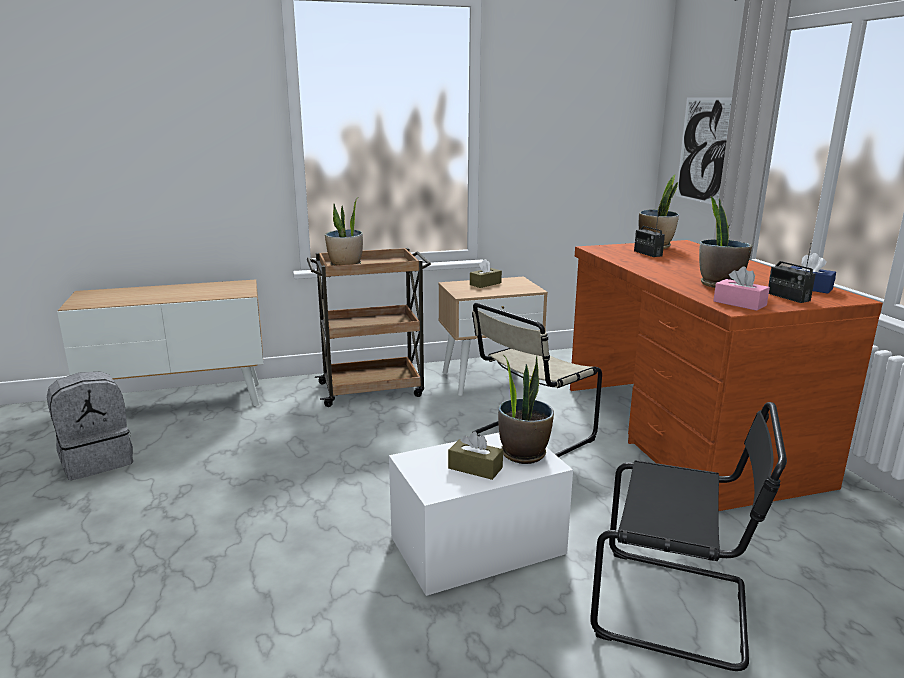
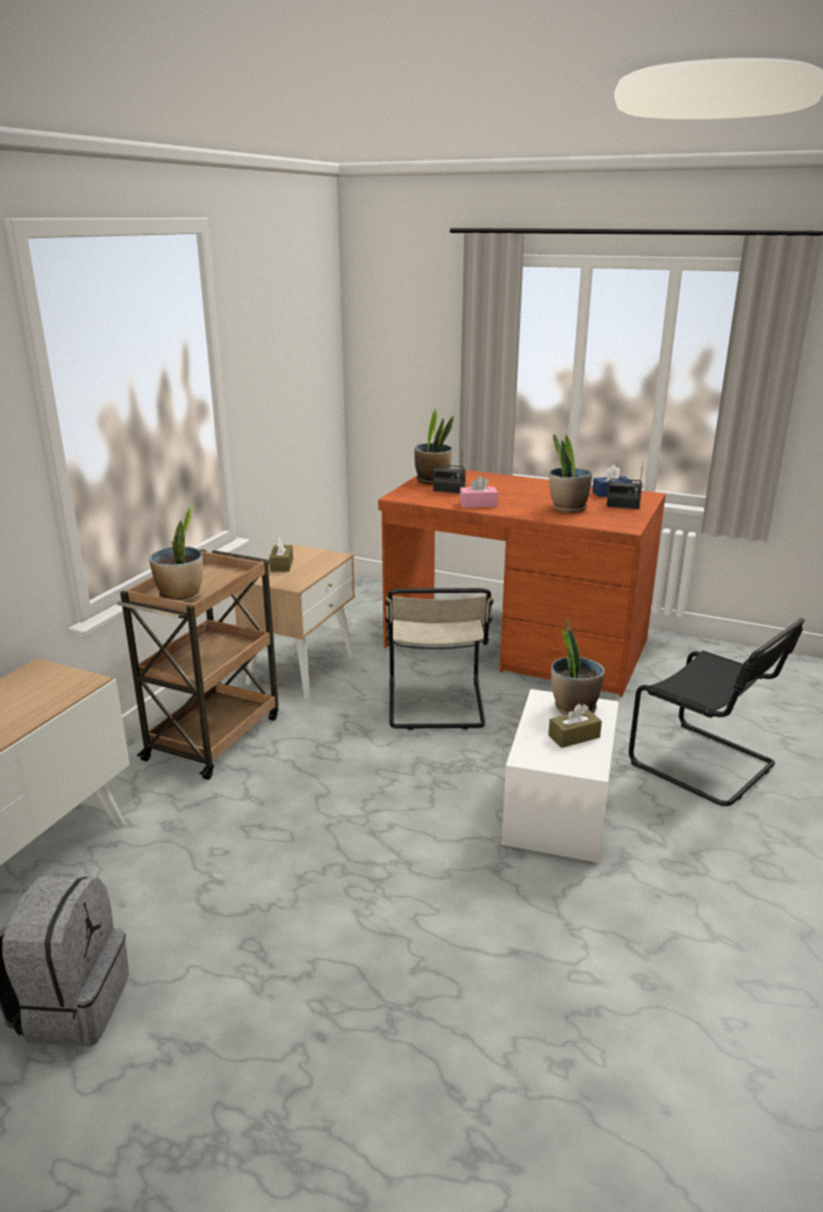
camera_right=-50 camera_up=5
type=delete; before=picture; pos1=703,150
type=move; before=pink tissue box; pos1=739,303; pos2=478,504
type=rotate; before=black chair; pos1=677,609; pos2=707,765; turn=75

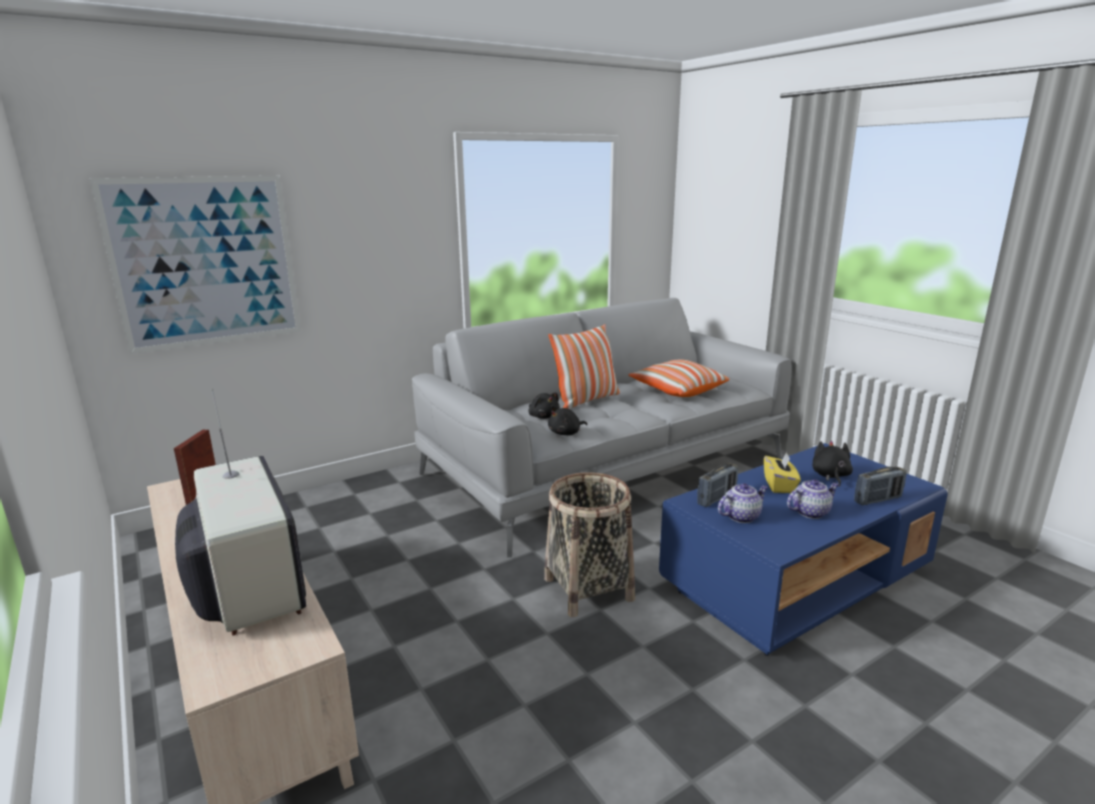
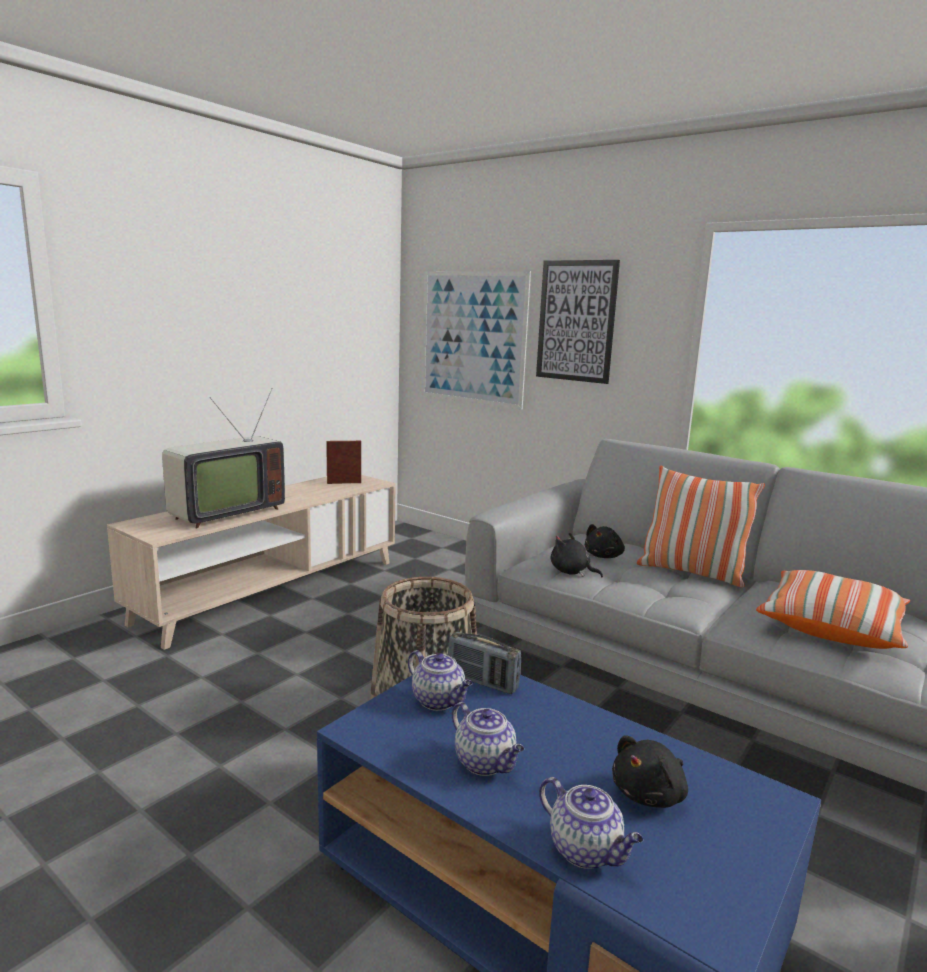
camera_right=70 camera_up=-5
type=delete; before=yellow tissue box; pos1=779,485
type=insert; after=picture; pos2=576,321
type=replace; before=radio; after=teapot; pos1=877,500; pos2=586,851
type=rotate; before=black plush toy; pos1=830,476; pos2=650,794; turn=150

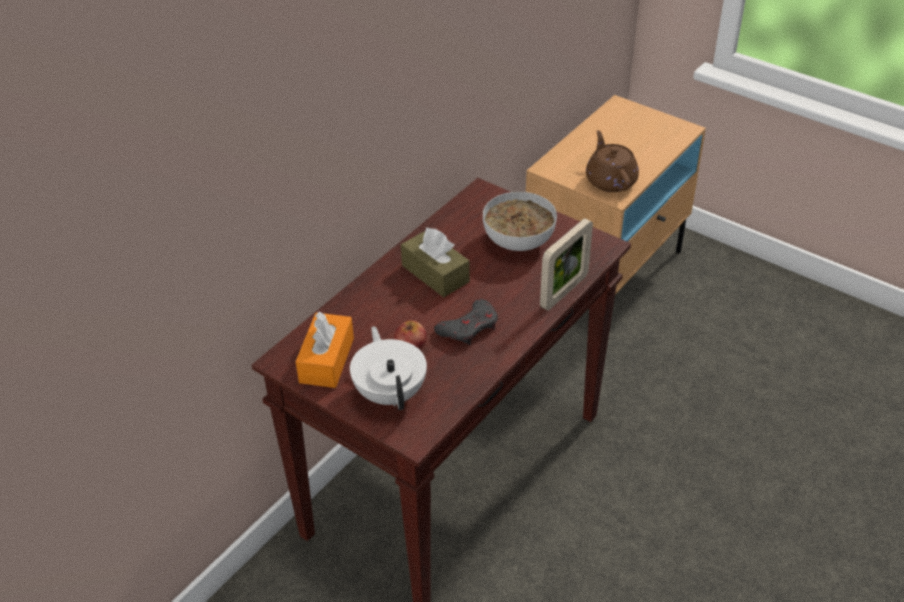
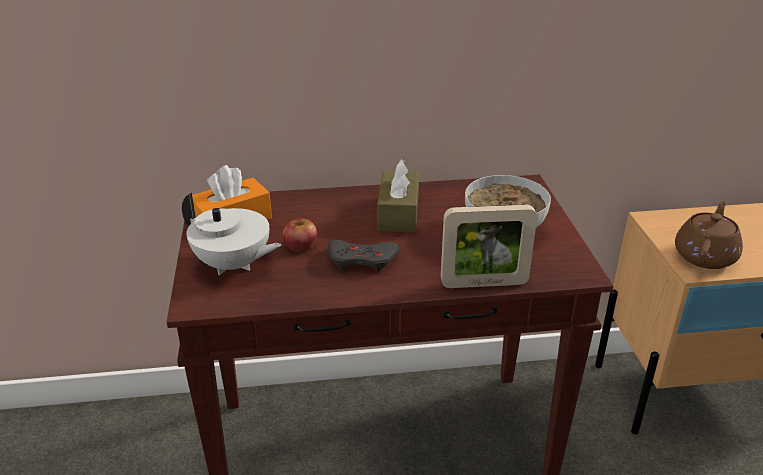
camera_right=45 camera_up=-10
type=rotate; before=white teapot; pos1=390,392; pos2=233,265; turn=90

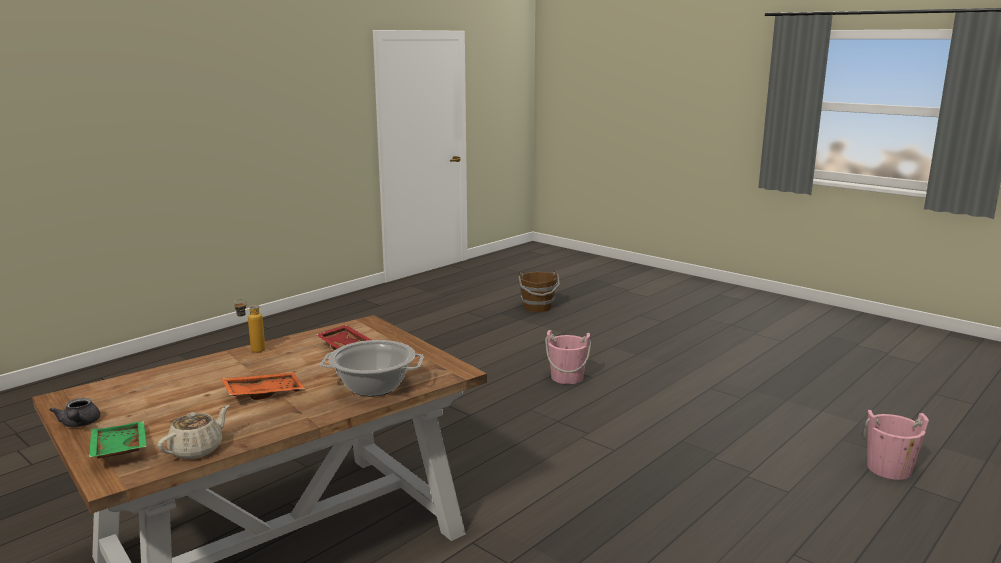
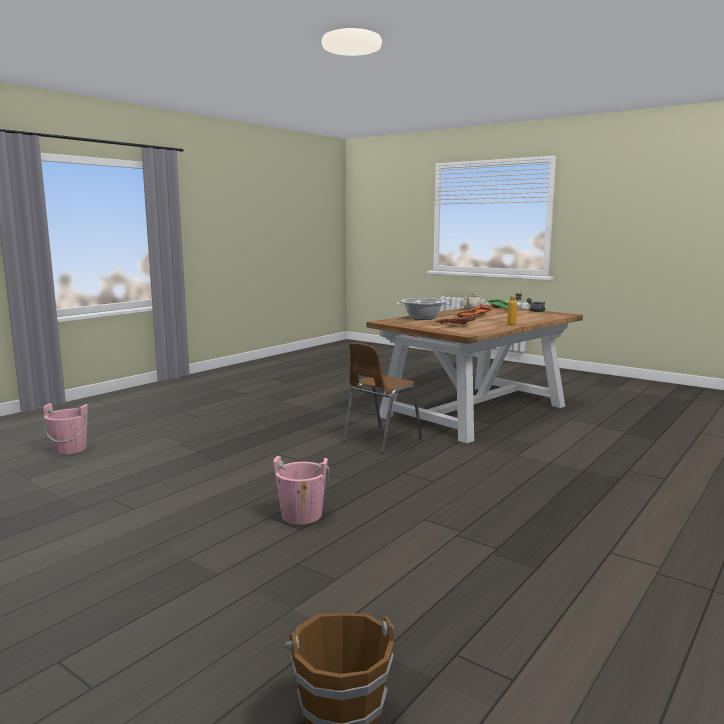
camera_right=175 camera_up=-5
type=insert; after=brown chair; pos2=380,440

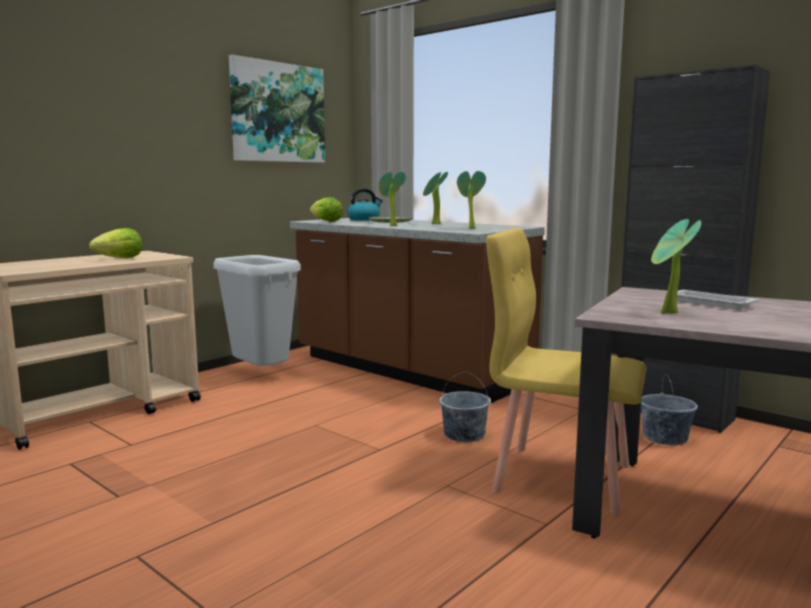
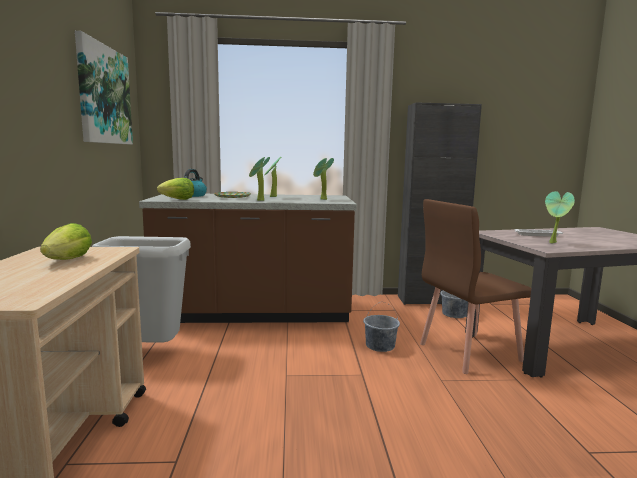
camera_right=-45 camera_up=0
type=recolor; before=yellow chair; after=brown chair; pos1=561,477; pos2=468,352

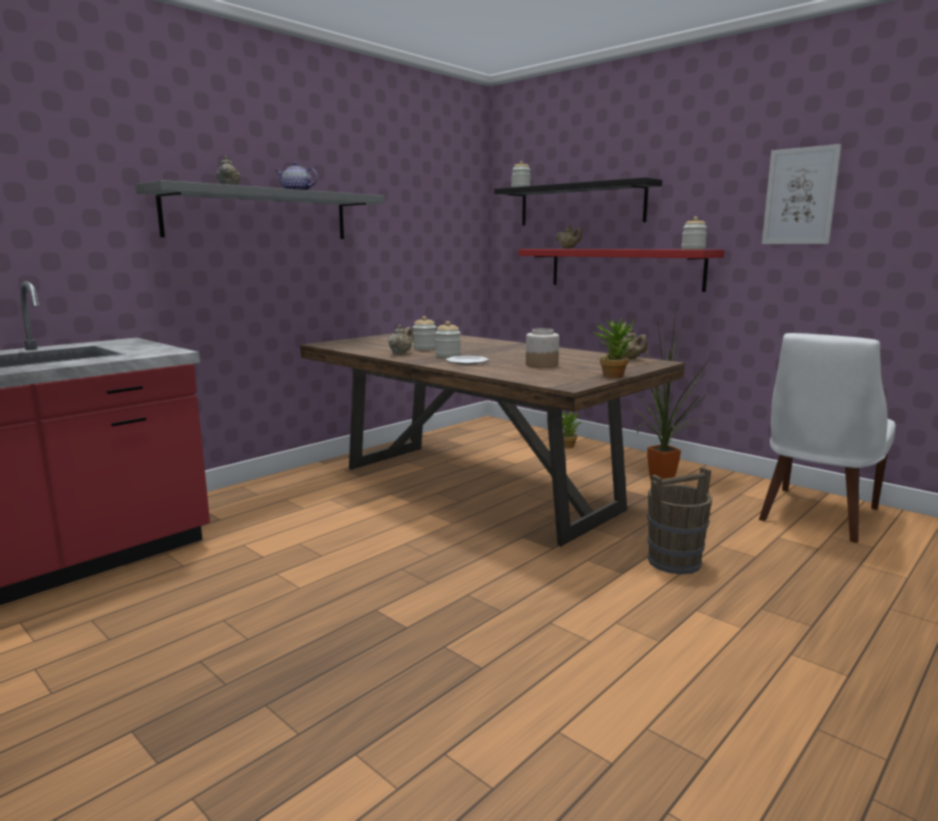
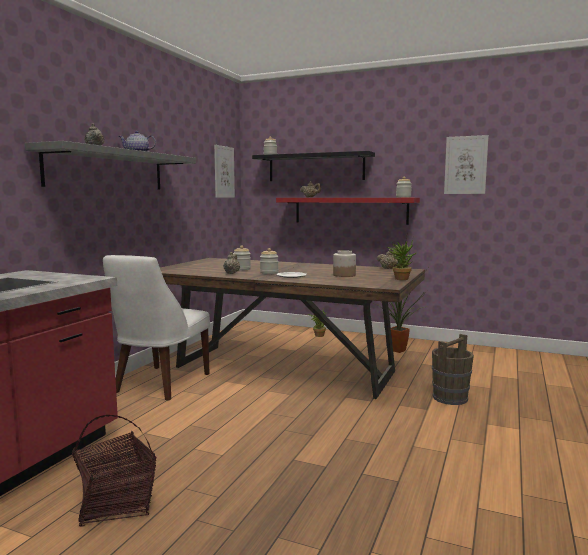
camera_right=-20 camera_up=-5
type=insert; after=basket; pos2=116,503
type=insert; after=picture; pos2=224,172
type=move; before=white chair; pos1=815,516; pos2=159,384

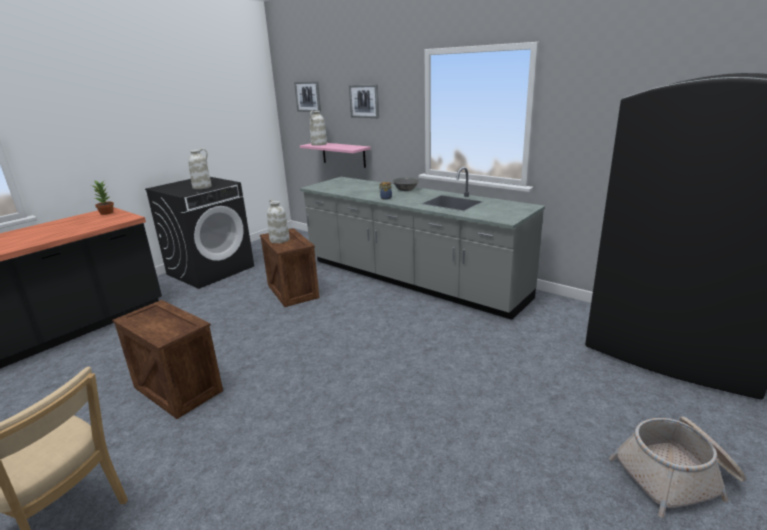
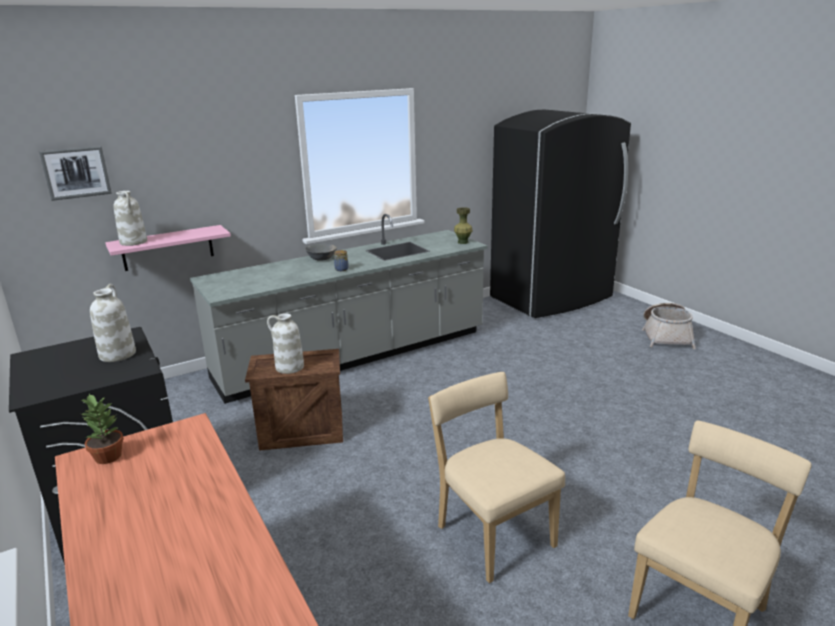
camera_right=-70 camera_up=0
type=delete; before=picture; pos1=364,101
type=insert; after=green vase; pos2=463,242
type=replace; before=crate; after=beige chair; pos1=179,389; pos2=492,533

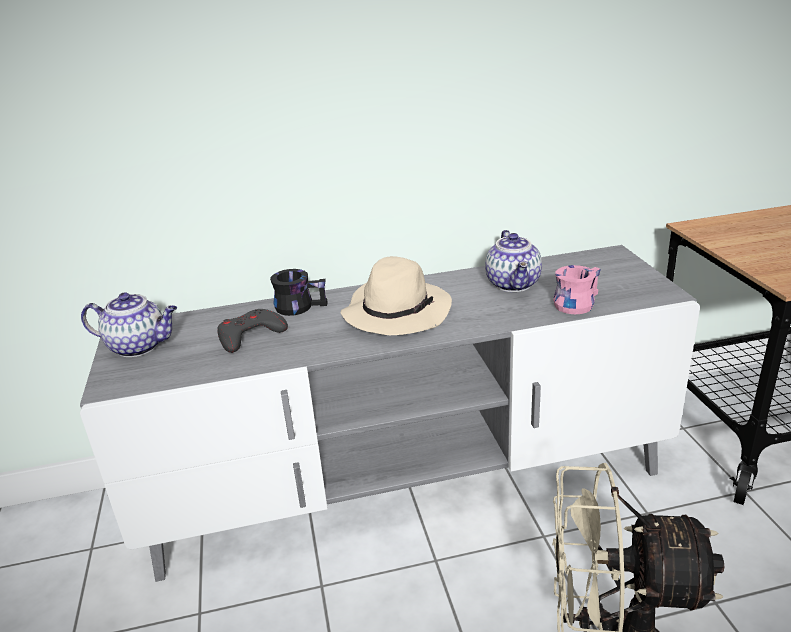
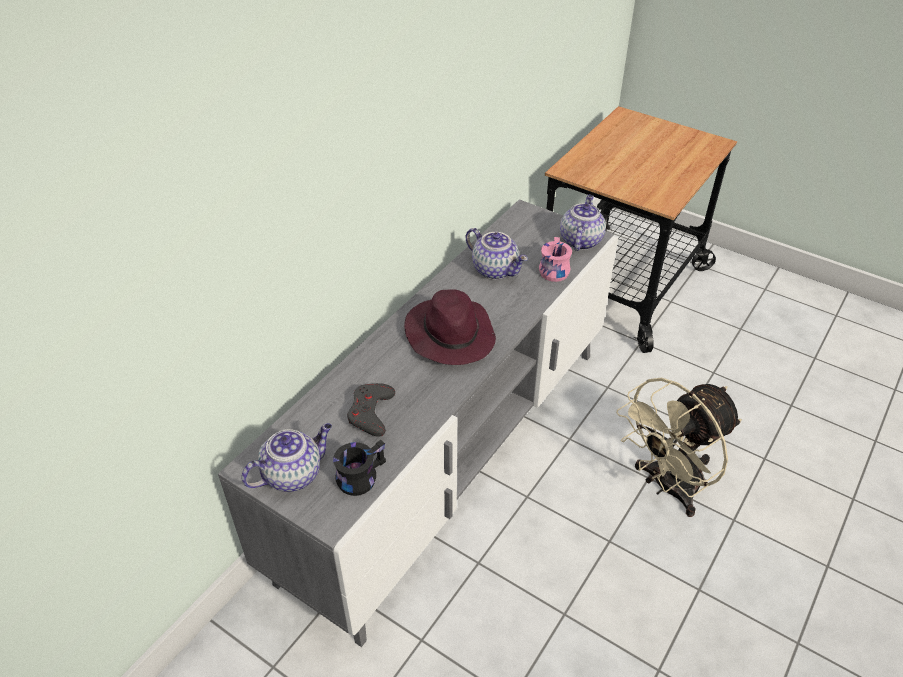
camera_right=-45 camera_up=15
type=insert; after=teapot; pos2=580,240
type=move; before=black mug; pos1=300,305; pos2=359,474
type=recolor; before=beige hat; after=purple hat; pos1=396,312; pos2=449,335

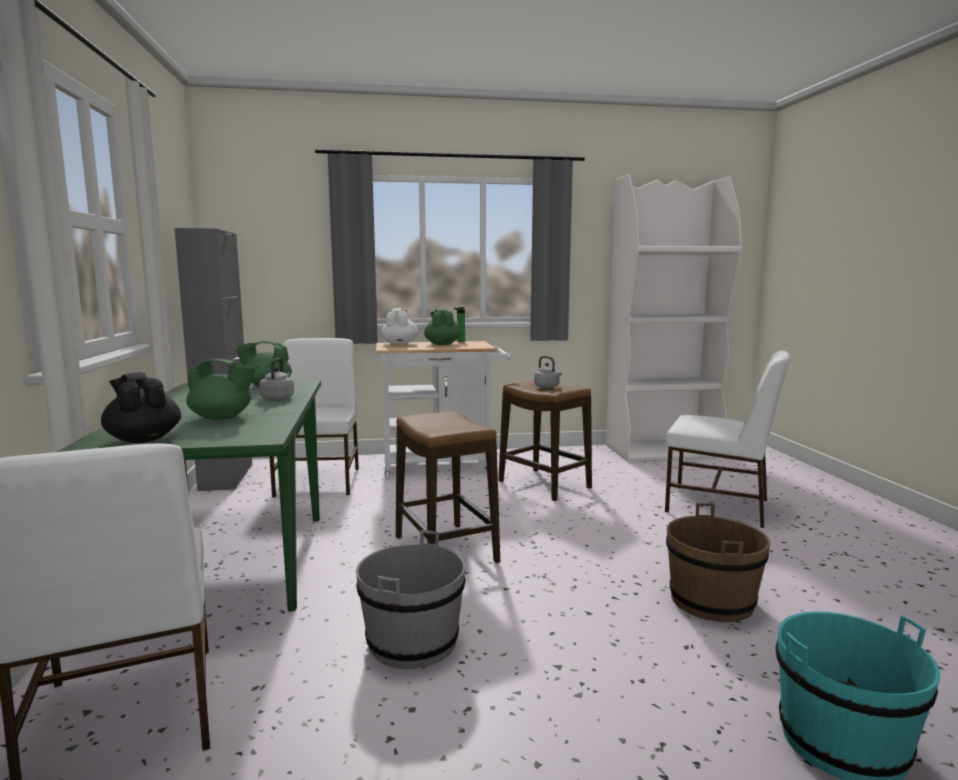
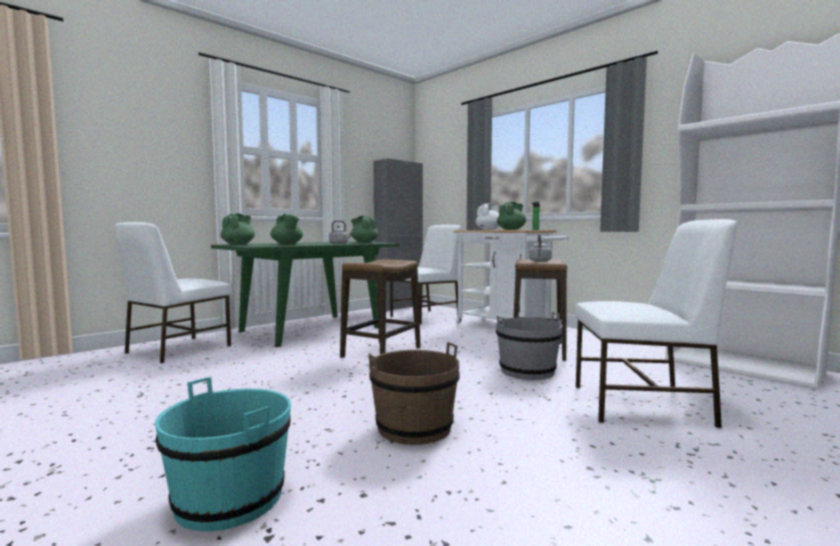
camera_right=55 camera_up=-5
type=move; before=grey bucket; pos1=412,642; pos2=527,371
type=recolor; before=black teapot; after=green teapot; pos1=143,439; pos2=238,244
type=rotate; before=white chair; pos1=719,506; pos2=643,405; turn=-75

